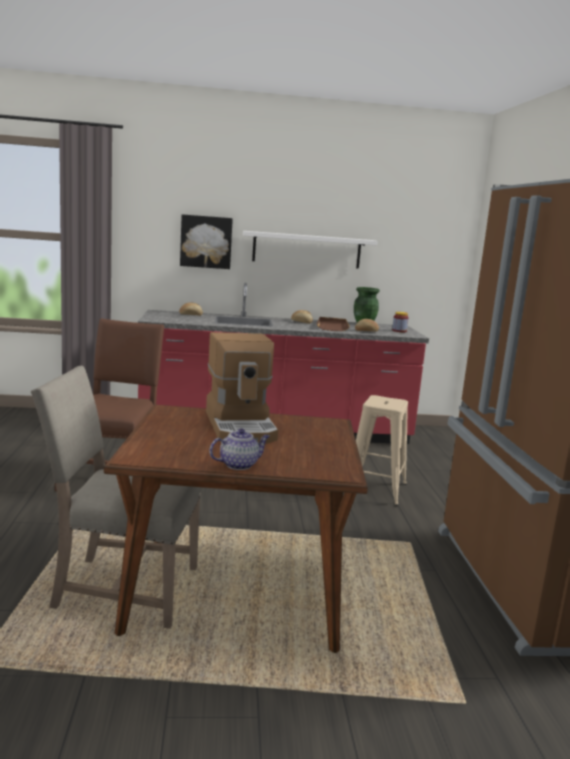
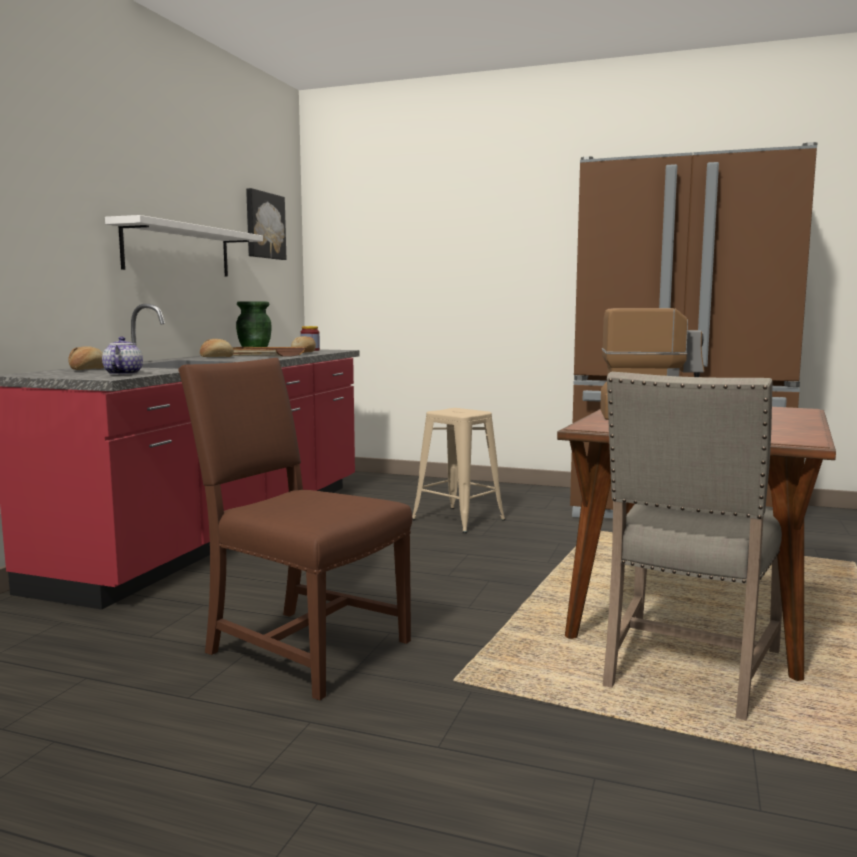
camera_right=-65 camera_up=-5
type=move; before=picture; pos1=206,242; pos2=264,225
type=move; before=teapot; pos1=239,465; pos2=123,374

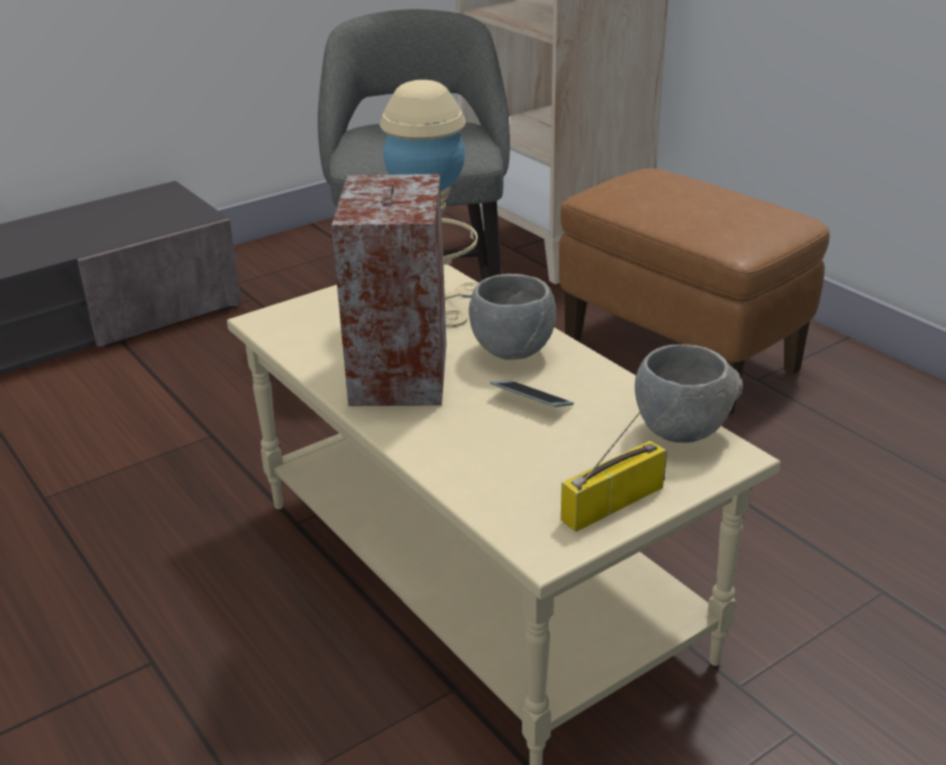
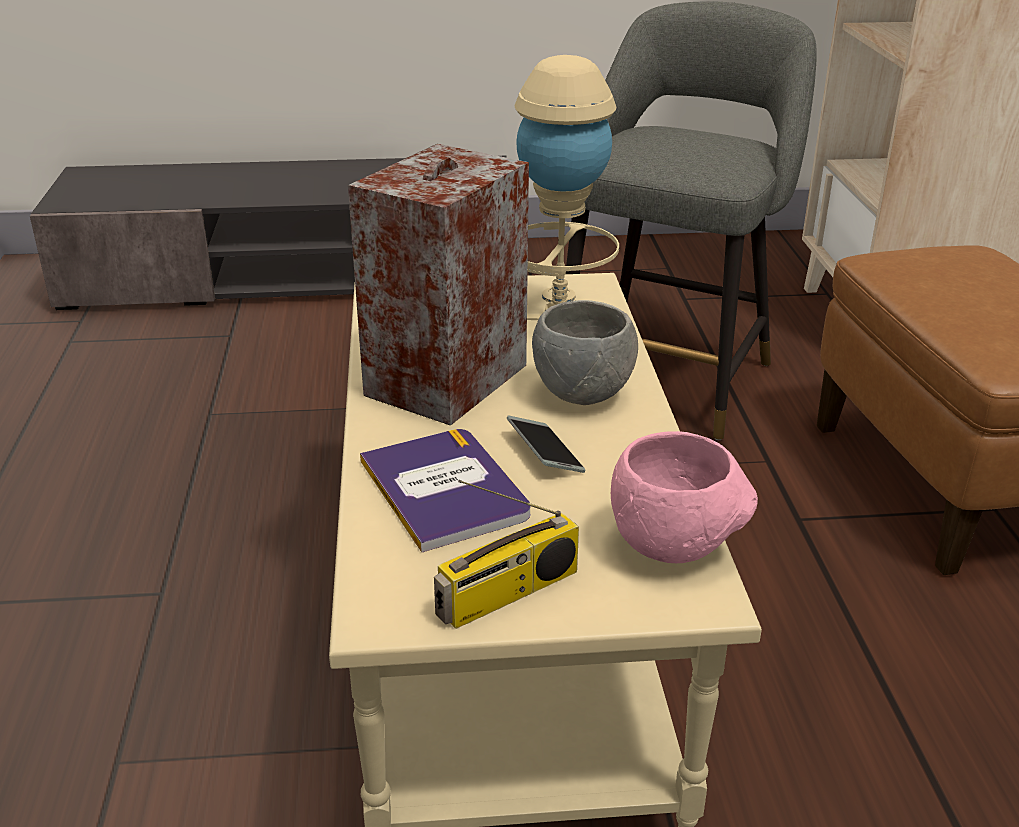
camera_right=30 camera_up=0
type=insert; after=book; pos2=445,489
type=recolor; before=grey bowl; after=pink bowl; pos1=682,433; pos2=673,549
type=rotate; before=radio; pos1=613,502; pos2=508,594; turn=150

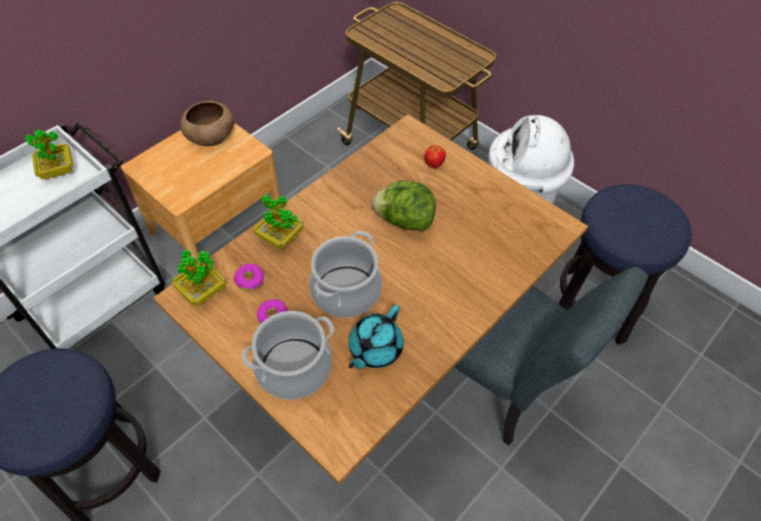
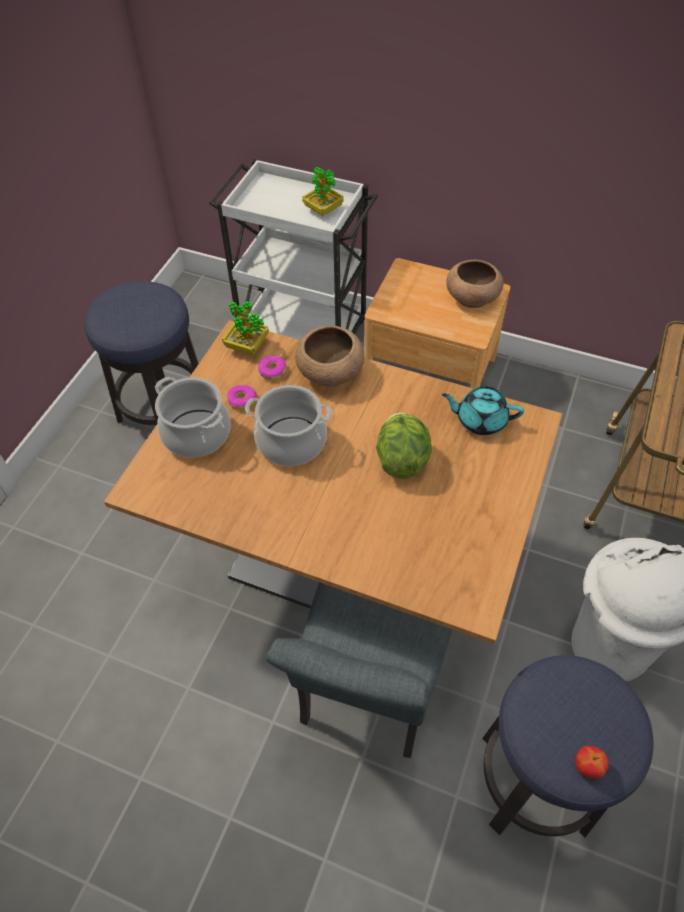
camera_right=70 camera_up=0
type=move; before=turquoise teapot; pos1=374,349; pos2=480,420
type=move; before=apple; pos1=434,165; pos2=587,767
type=replace; before=potted plant; after=brown bowl; pos1=280,237; pos2=330,373

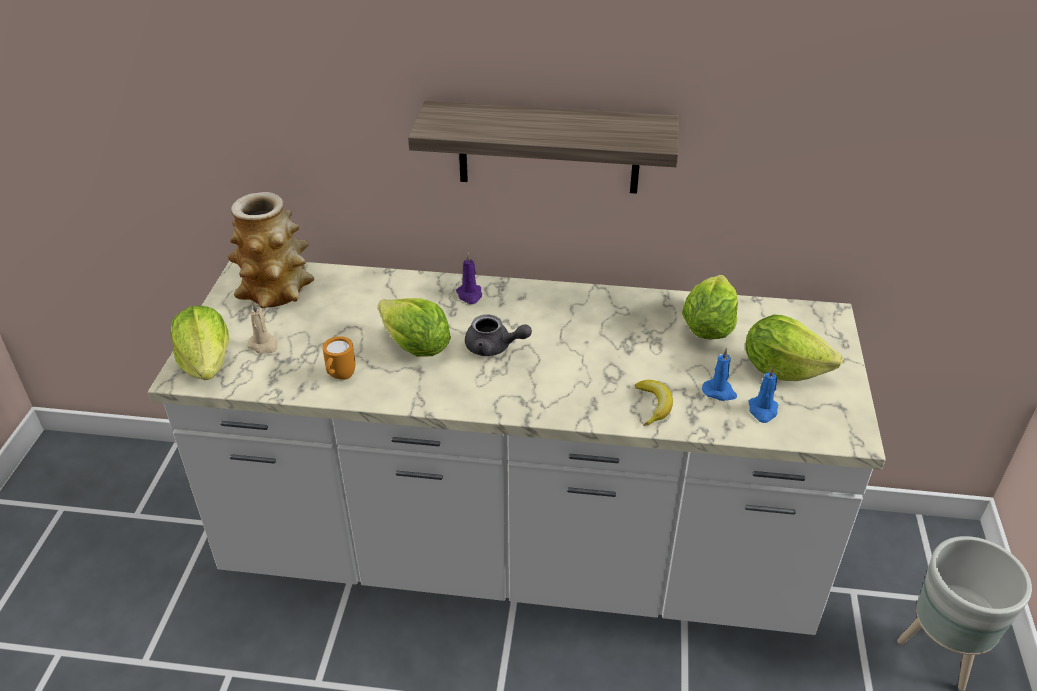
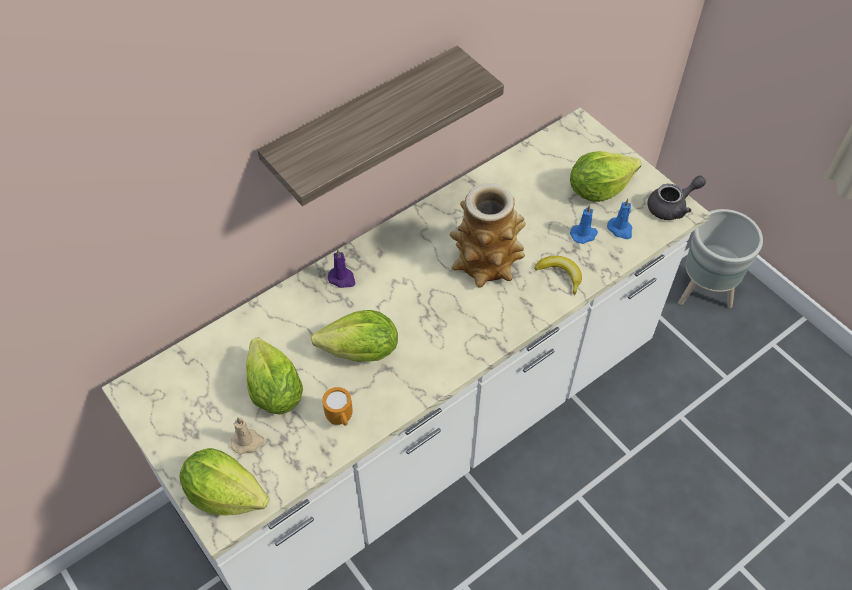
camera_right=-45 camera_up=15
type=move; before=vase; pos1=276,291; pos2=486,261
type=move; before=grey teapot; pos1=494,347; pos2=672,207
type=move; before=lettuce; pos1=708,327; pos2=274,391

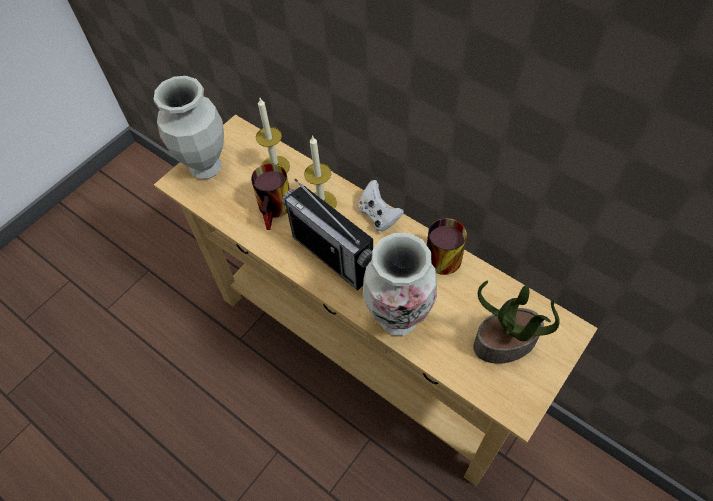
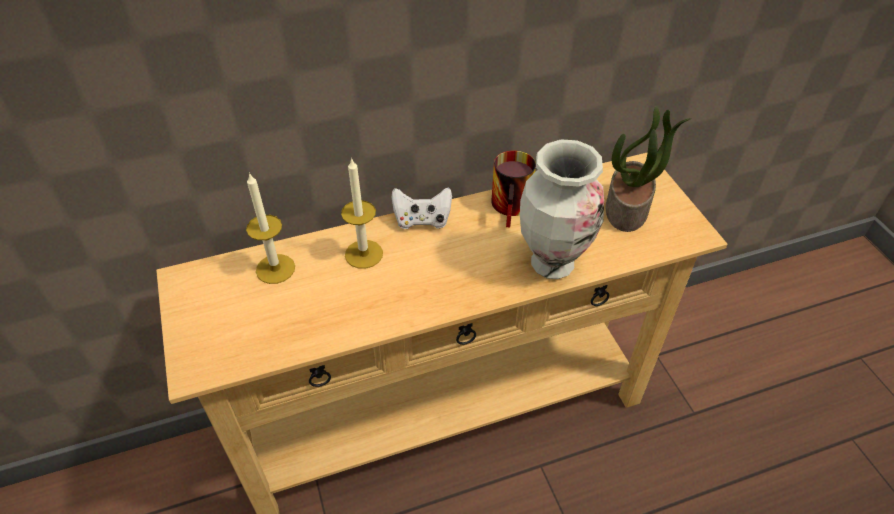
camera_right=-60 camera_up=-10
type=delete; before=vase; pos1=206,168
type=delete; before=mug; pos1=277,209
type=delete; before=radio; pos1=332,255

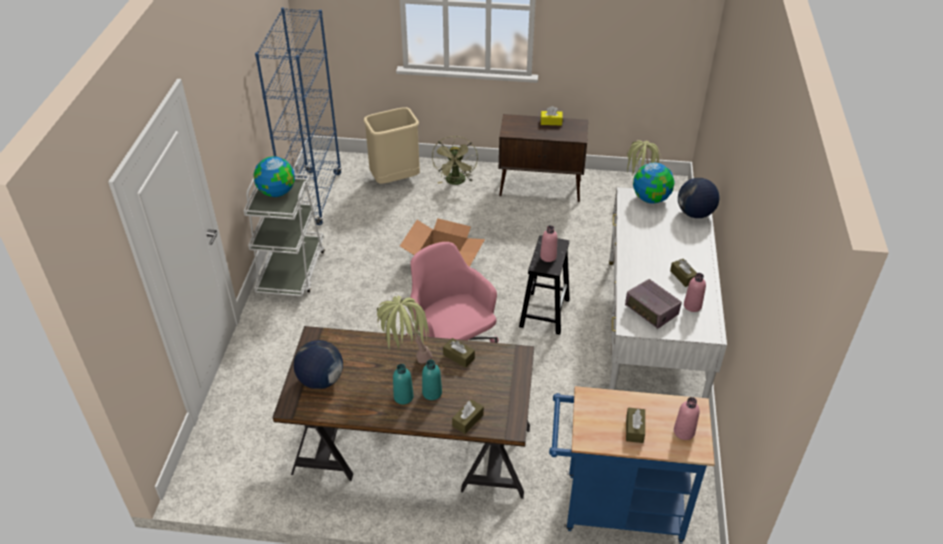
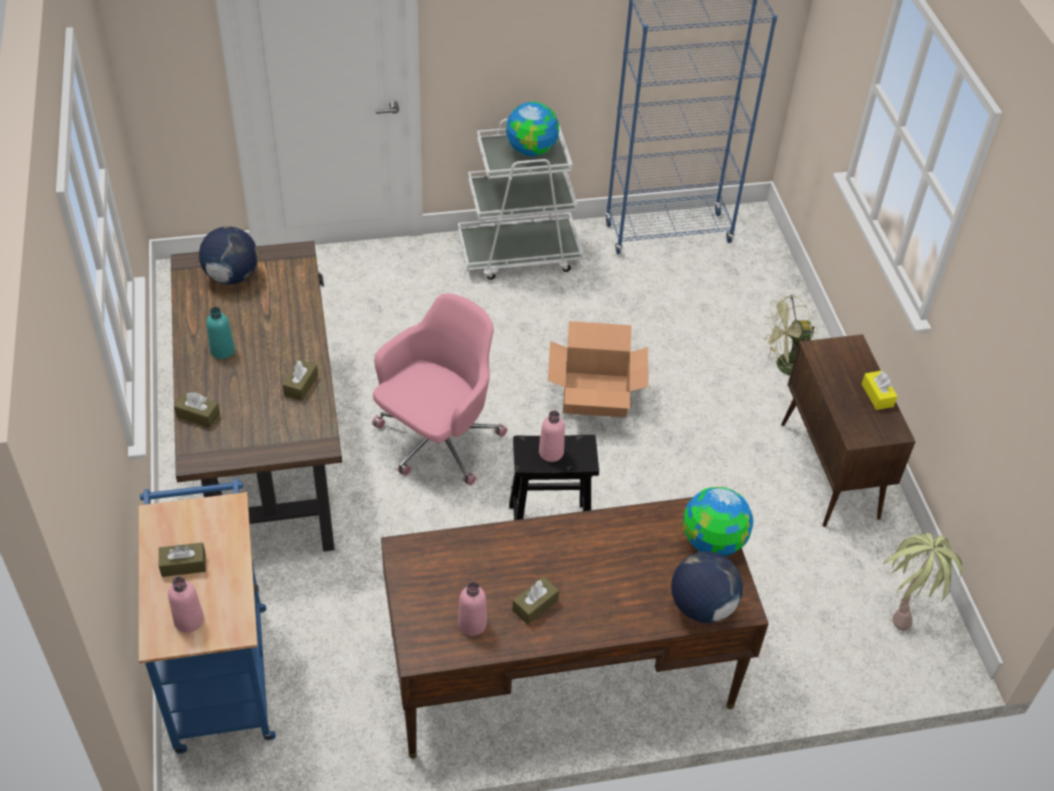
camera_right=70 camera_up=5
type=delete; before=beige trash can; pos1=395,179
type=delete; before=potted plant; pos1=406,358
type=delete; before=turquoise bottle; pos1=432,393
type=delete; before=radio; pos1=651,311
type=recolor; before=white desk; after=brown desk; pos1=652,332; pos2=560,670

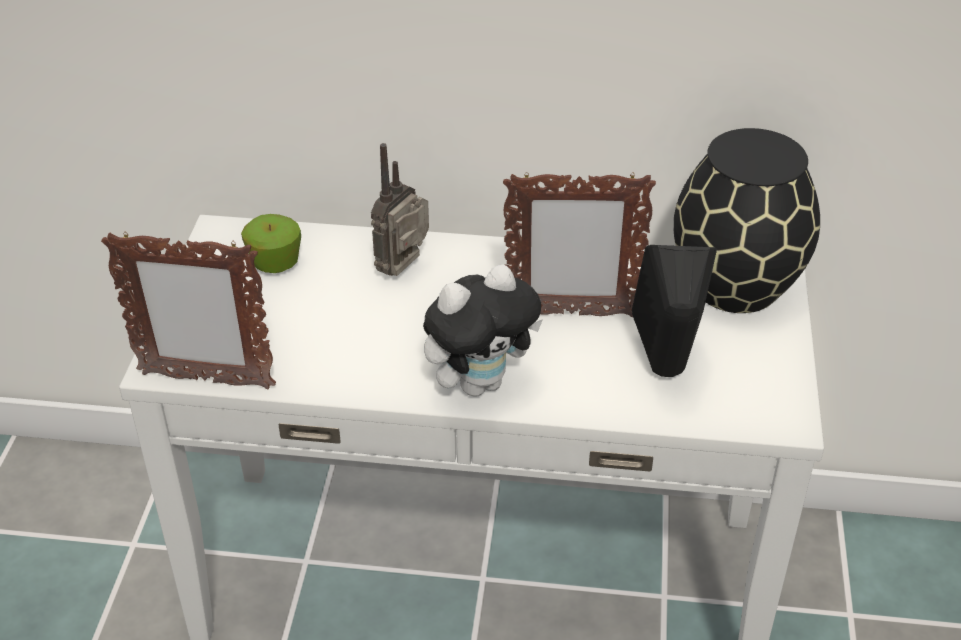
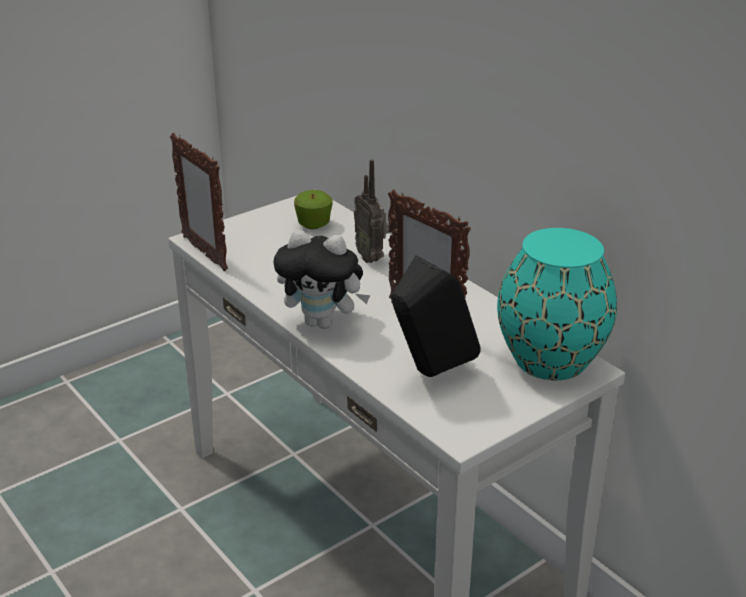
camera_right=45 camera_up=-10
type=recolor; before=black vase; after=turquoise vase; pos1=737,285; pos2=552,360
type=rotate; before=radio; pos1=405,270; pos2=371,257; turn=-105

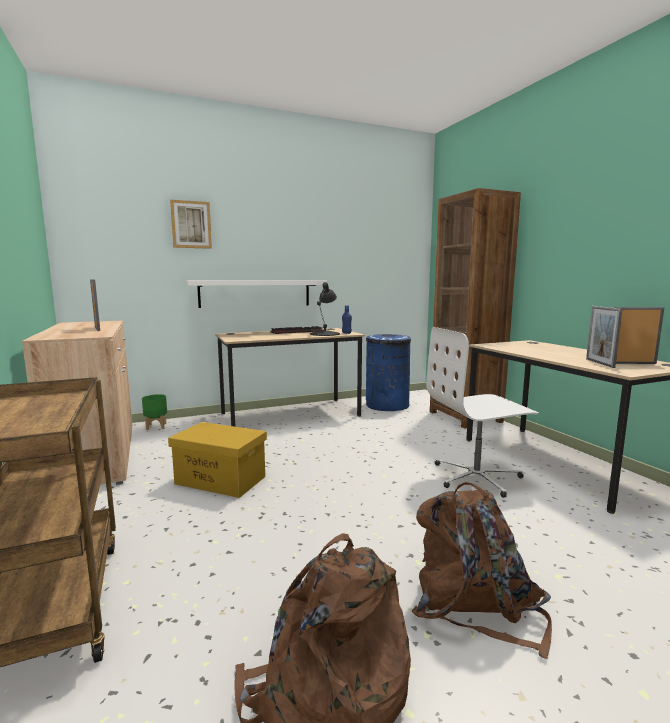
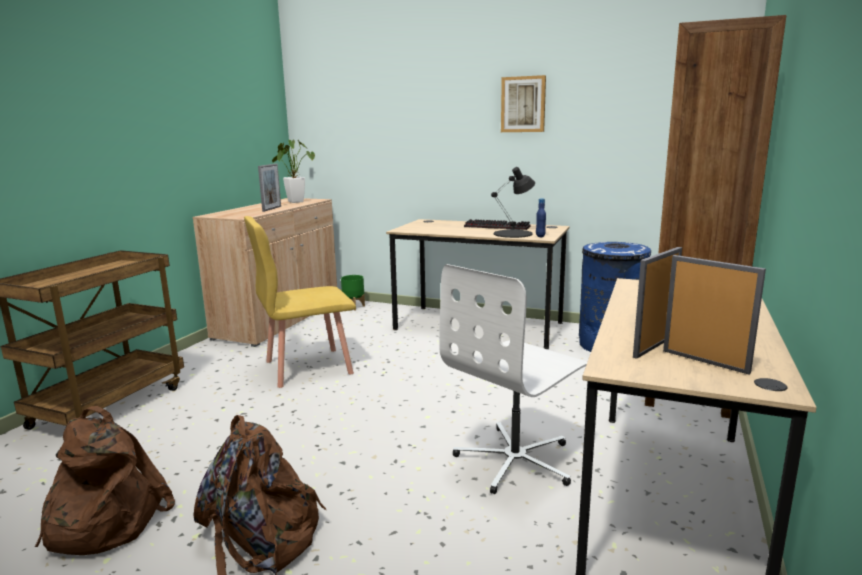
camera_right=45 camera_up=5
type=delete; before=white shelf; pos1=255,293
type=insert; after=potted plant; pos2=294,201
type=move; before=picture; pos1=191,224; pos2=523,104
type=replace; before=yellow storage box; after=yellow chair; pos1=219,480; pos2=307,367
type=rotate; before=white office chair; pos1=477,477; pos2=516,460; turn=-75

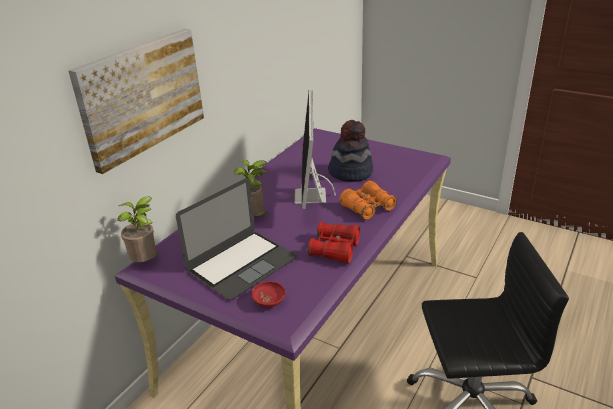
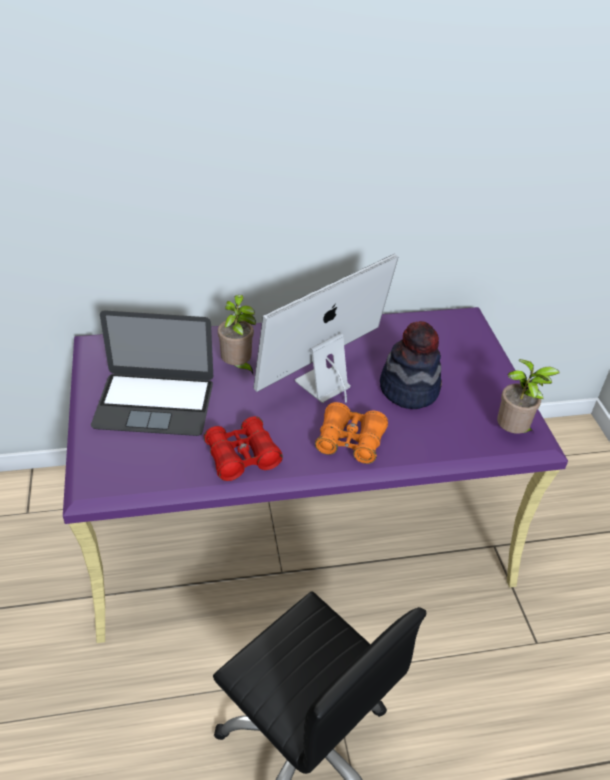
camera_right=45 camera_up=10
type=delete; before=picture; pos1=141,96
type=delete; before=red bowl; pos1=269,301
type=move; before=potted plant; pos1=147,262; pos2=513,433

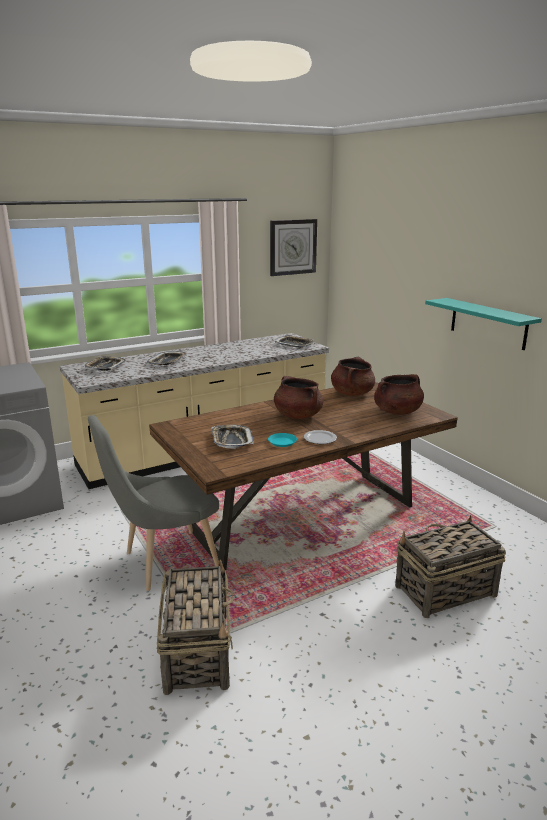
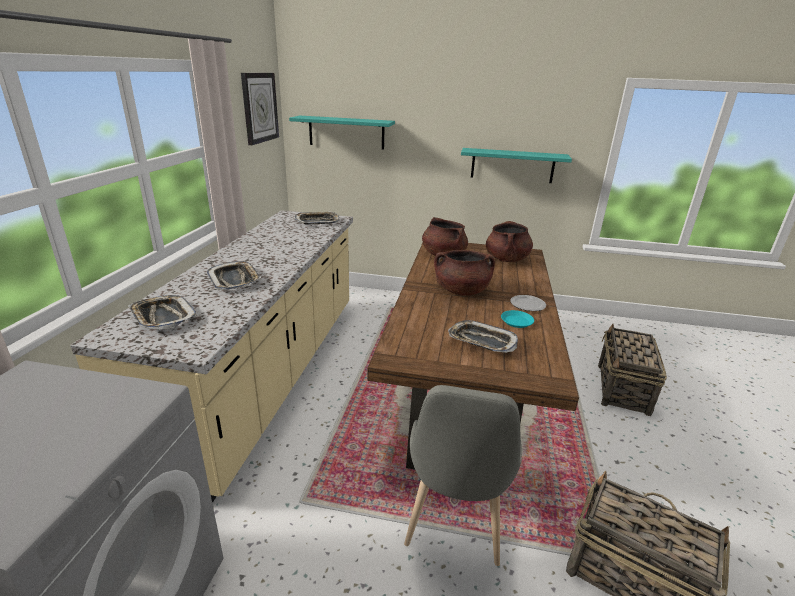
camera_right=-50 camera_up=5
type=insert; after=turquoise shelf; pos2=346,132

